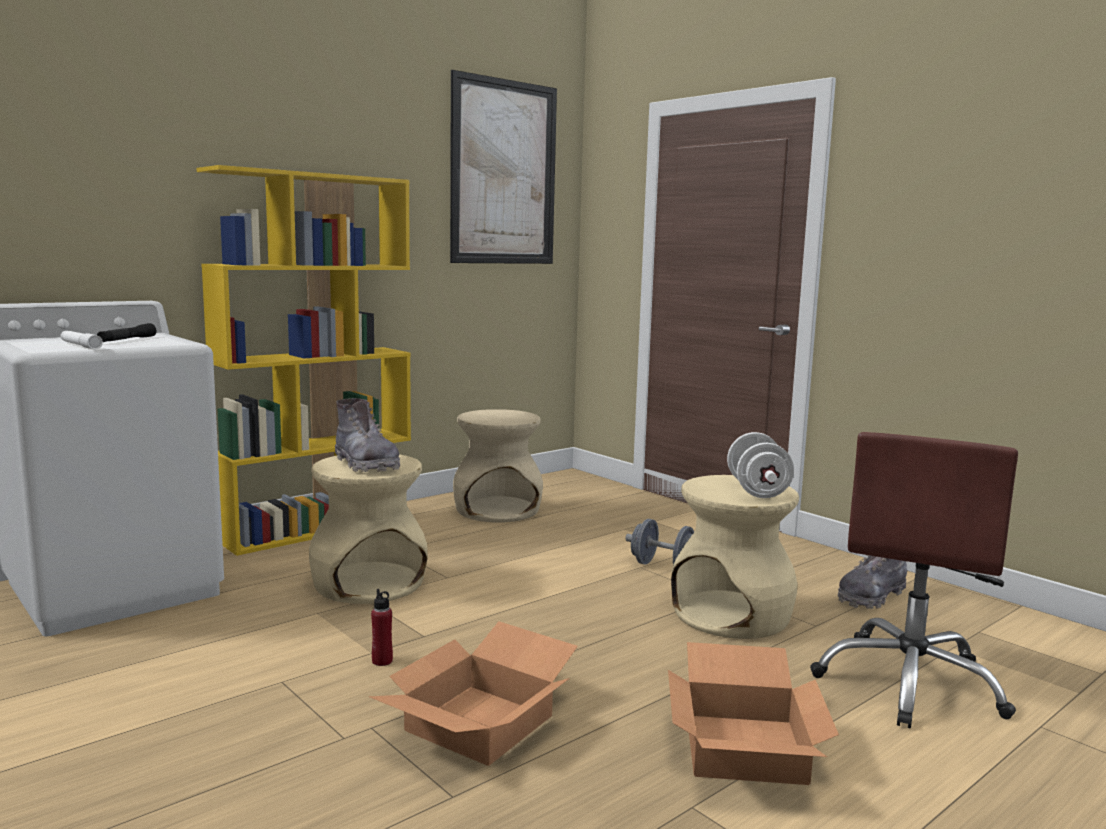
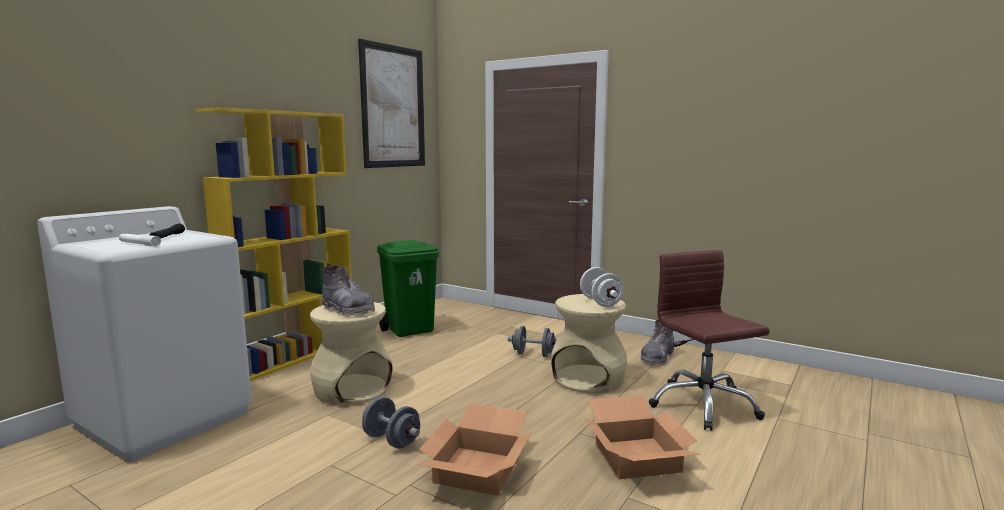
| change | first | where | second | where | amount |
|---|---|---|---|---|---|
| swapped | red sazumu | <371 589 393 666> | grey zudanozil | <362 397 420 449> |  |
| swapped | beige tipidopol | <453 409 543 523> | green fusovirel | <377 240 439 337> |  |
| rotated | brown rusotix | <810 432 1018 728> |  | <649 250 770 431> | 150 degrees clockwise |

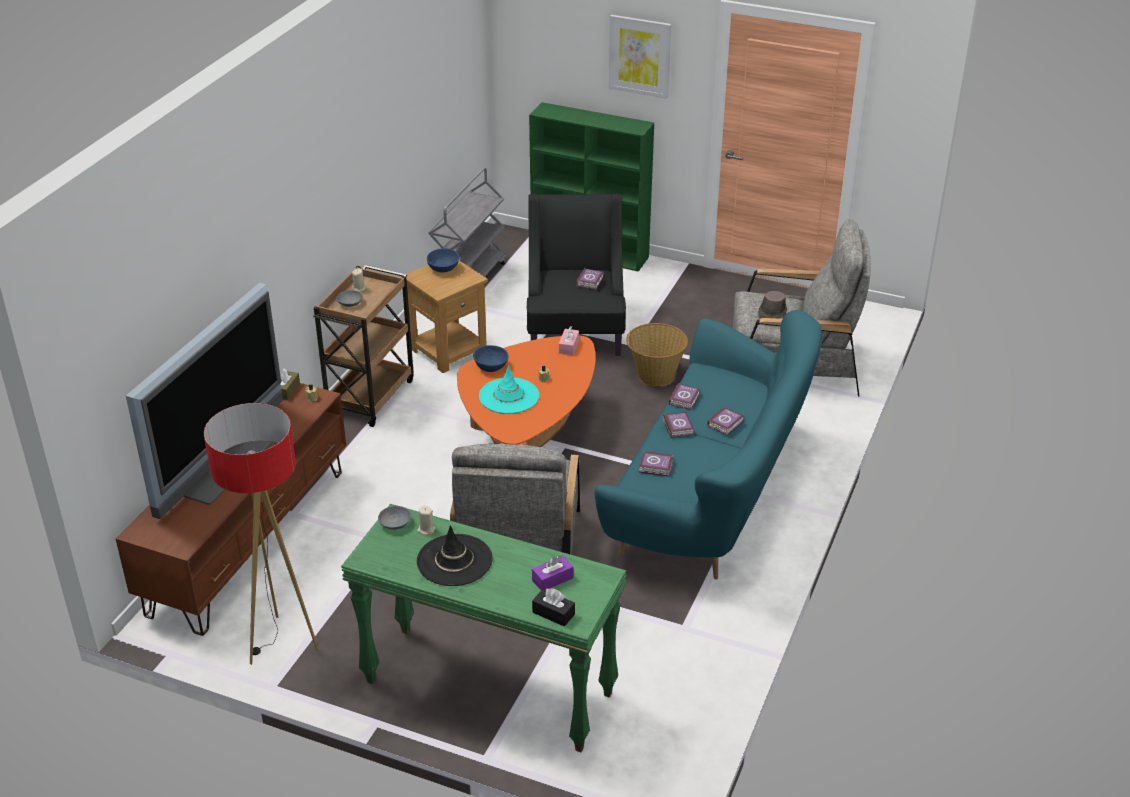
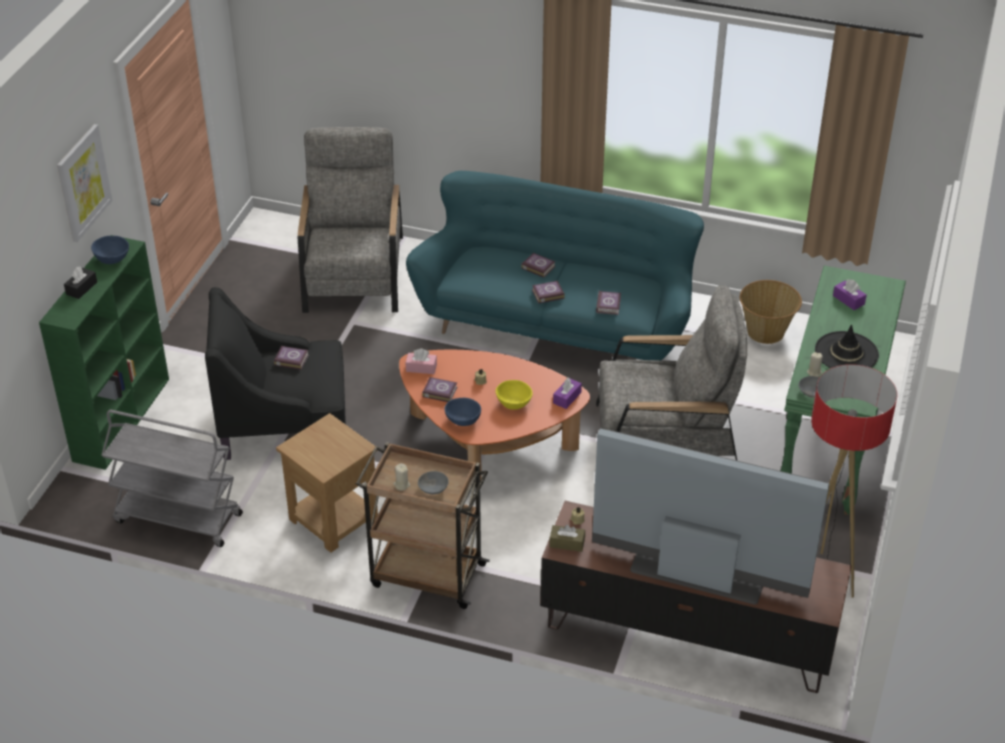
| change | first | where | second | where | amount |
|---|---|---|---|---|---|
| gone | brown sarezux | <758 291 787 319> |  |  |  |
| new |  |  | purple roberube | <553 377 582 409> |  |
| shifted | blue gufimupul | <427 248 459 272> |  | <91 236 129 264> |  |
| shifted | black roberube | <532 589 575 626> |  | <64 266 97 299> |  |
| shifted | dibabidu | <626 323 688 386> |  | <740 280 802 344> |  |
| shifted | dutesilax | <669 383 700 410> |  | <422 377 457 402> |  |
| swapped | turquoise sarezux | <479 365 539 414> | yellow gufimupul | <496 380 533 410> |  |

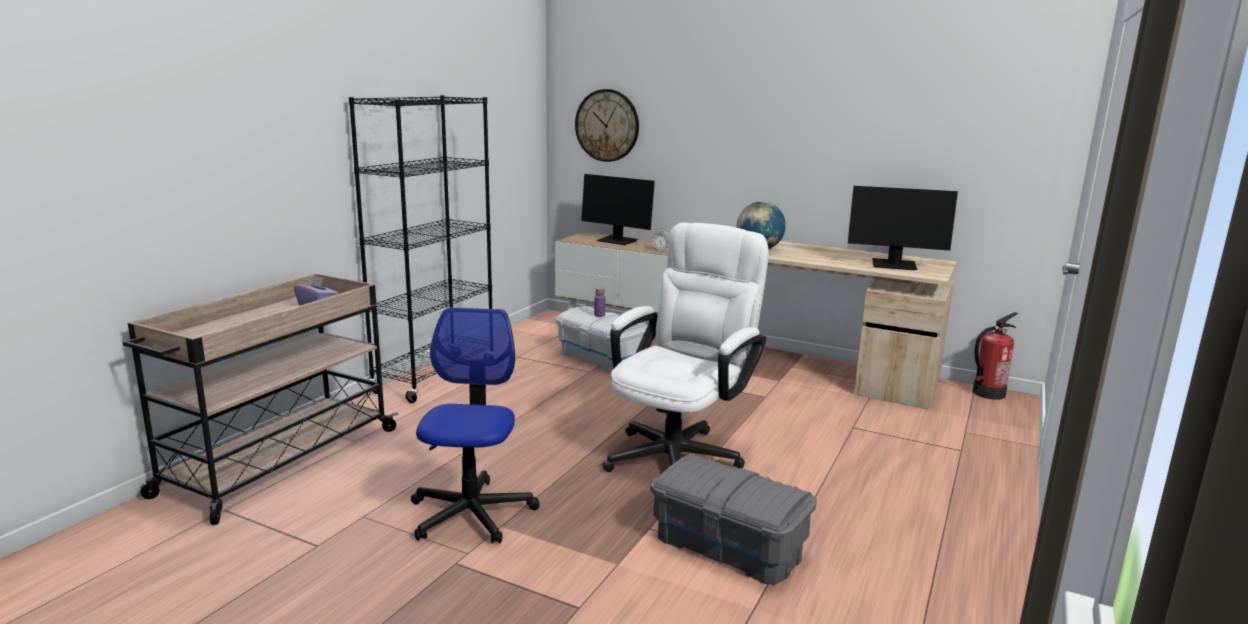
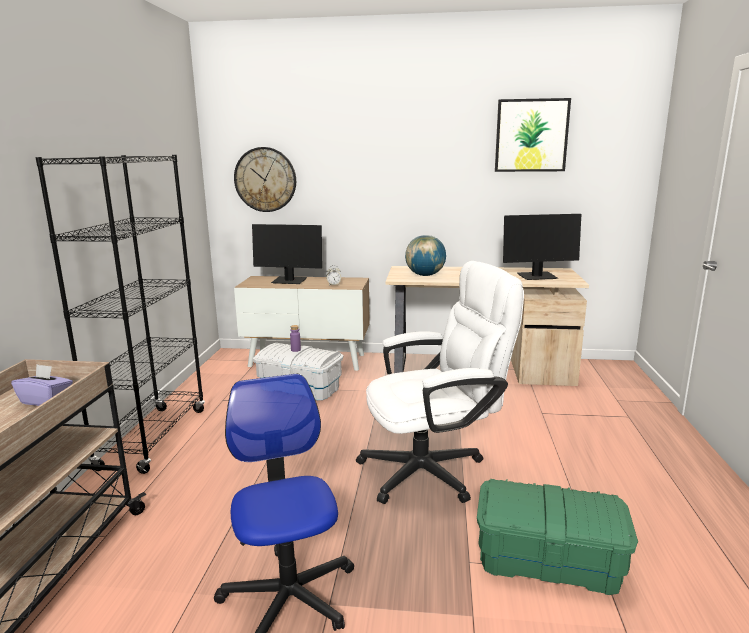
| change | first | where | second | where | amount |
|---|---|---|---|---|---|
| gone | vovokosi | <973 312 1018 400> |  |  |  |
| new |  |  | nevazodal | <495 98 571 172> |  |
| repainted | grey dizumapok | <650 454 817 585> | green dizumapok | <477 479 638 595> |  |
| rotated | white rusotix | <602 222 769 472> |  | <356 261 524 504> | 60 degrees clockwise |

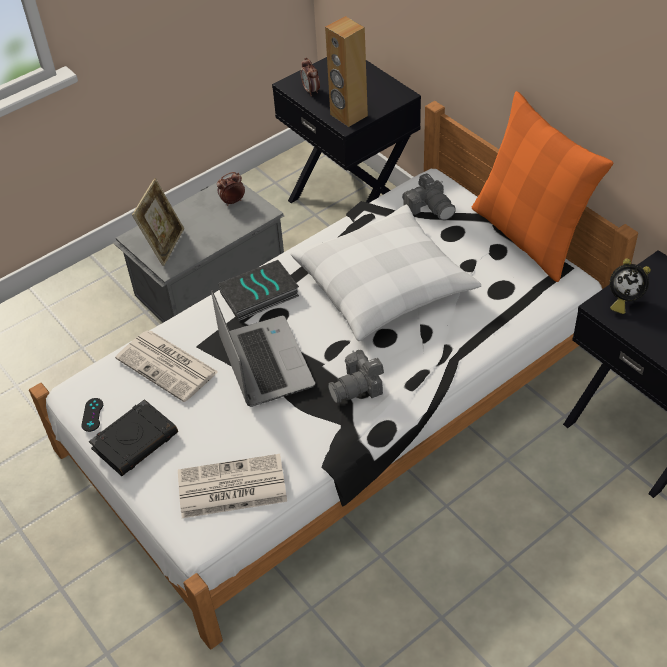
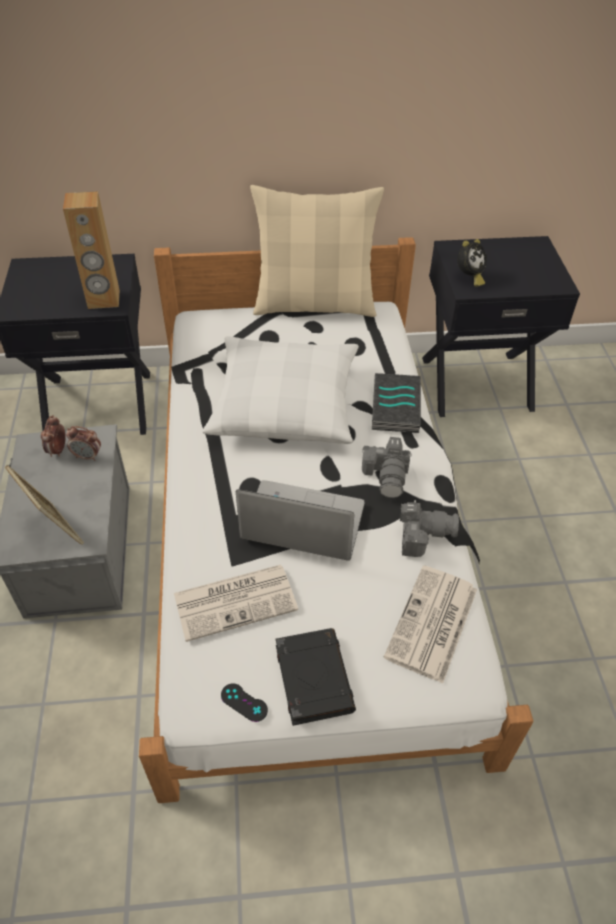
| change | first | where | second | where | amount |
|---|---|---|---|---|---|
| shifted | dutesilax | <218 260 299 321> |  | <372 373 421 433> |  |
| shifted | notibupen | <300 58 320 96> |  | <66 426 101 461> |  |
| shifted | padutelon | <402 173 456 220> |  | <400 500 459 557> |  |
| repainted | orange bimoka | <472 91 614 282> | beige bimoka | <250 185 384 317> |  |

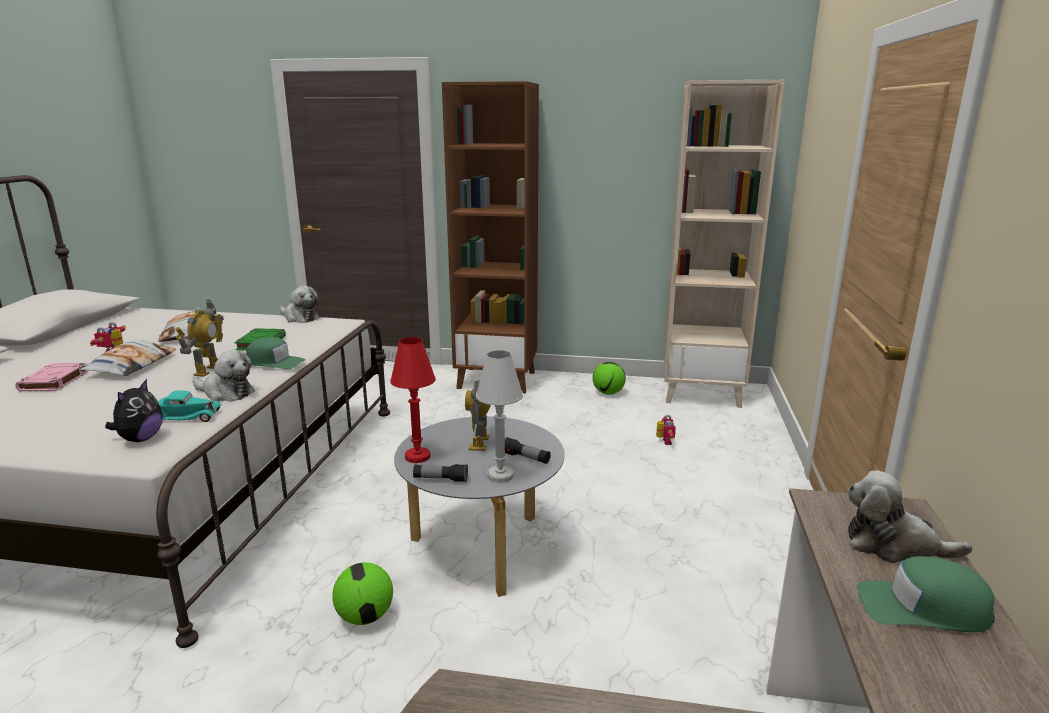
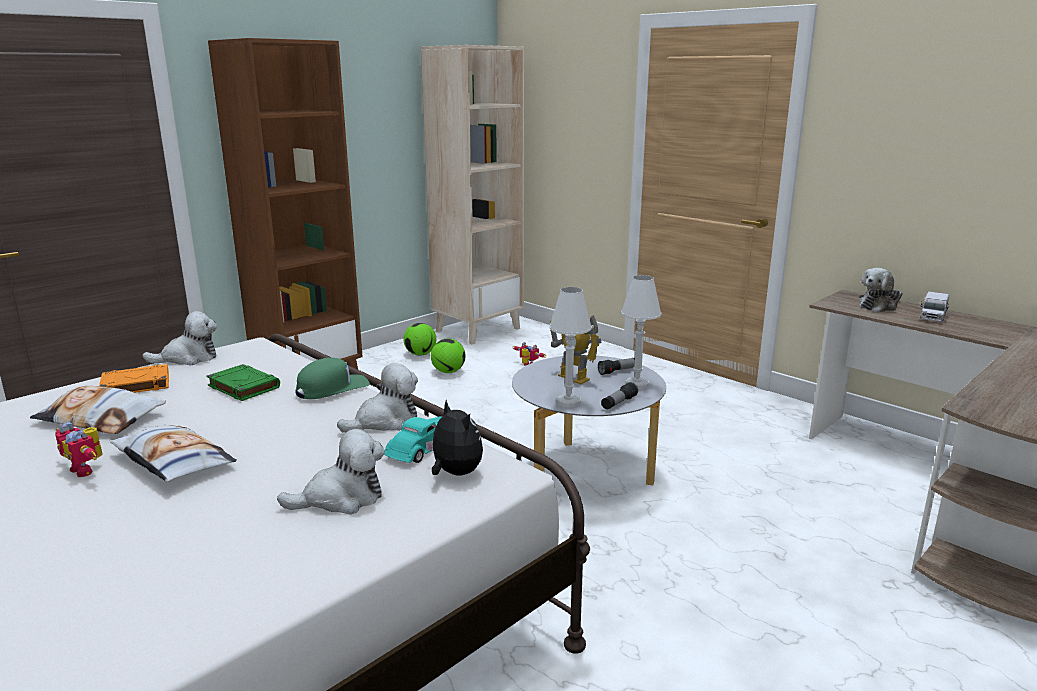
| change | first | where | second | where | amount |
|---|---|---|---|---|---|
| gone | pink dutesilax | <15 363 88 391> |  |  |  |
| gone | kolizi | <176 300 224 377> |  |  |  |
| new |  |  | orange dutesilax | <99 364 169 393> |  |
| new |  |  | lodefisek | <277 429 385 515> |  |
| shifted | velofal | <332 562 393 625> |  | <431 338 466 373> |  |
| swapped | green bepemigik | <857 556 995 632> | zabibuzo | <920 292 949 322> |  |
| repainted | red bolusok | <390 337 436 463> | white bolusok | <549 287 592 408> |  |

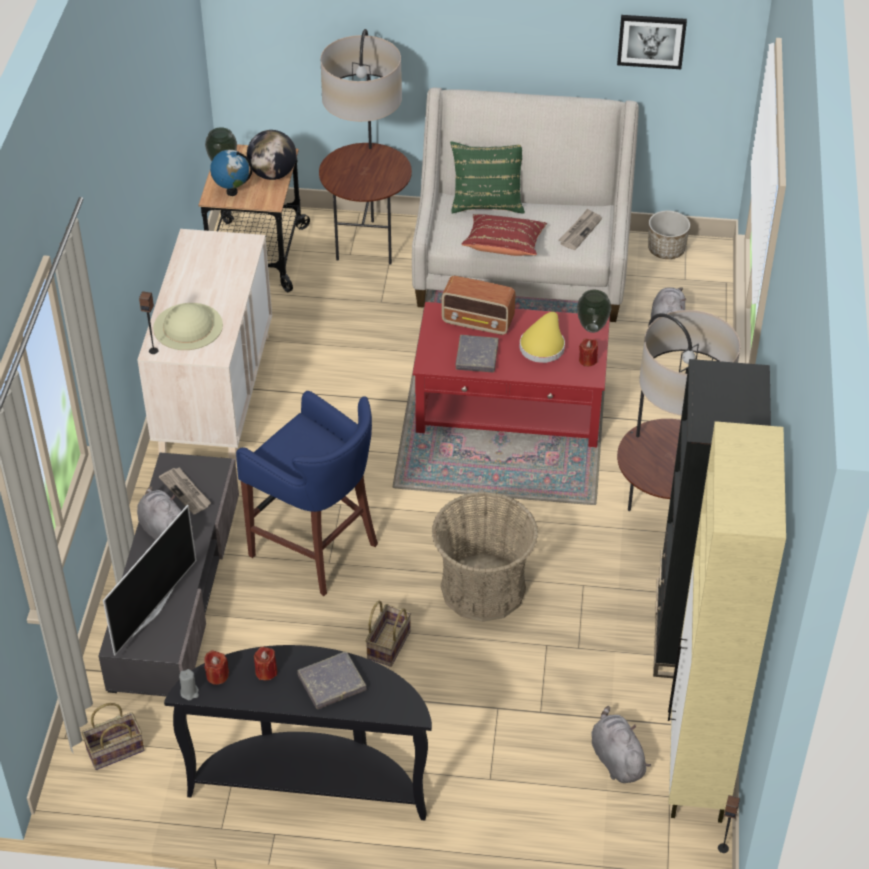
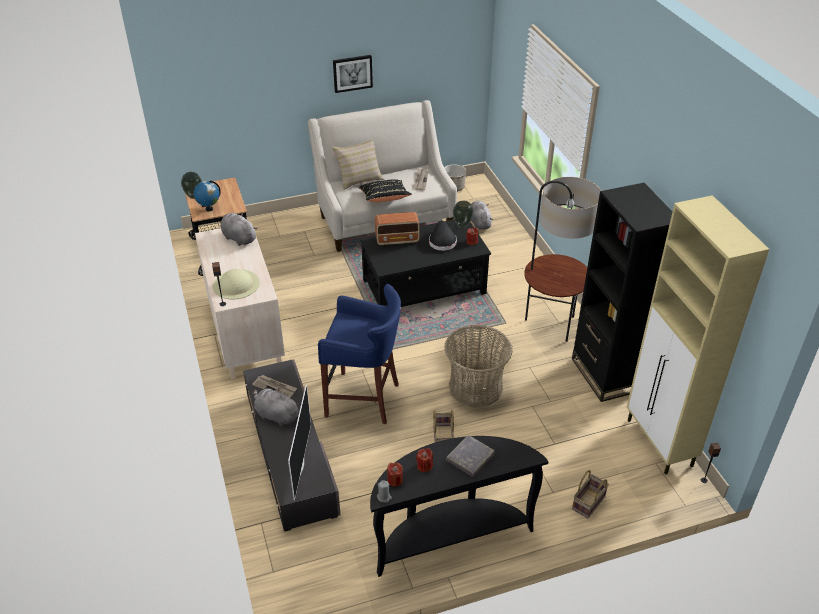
| change | first | where | second | where | amount |
|---|---|---|---|---|---|
| gone | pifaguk | <247 130 296 180> |  |  |  |
| gone | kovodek | <319 29 412 265> |  |  |  |
| gone | grey dutesilax | <455 335 499 372> |  |  |  |
| shifted | dibabidu | <82 703 144 770> |  | <572 470 609 518> |  |
| shifted | grey lodefisek | <592 706 651 783> |  | <220 213 258 246> |  |
| shifted | nevazodal | <617 15 687 69> |  | <333 55 373 93> |  |
| repainted | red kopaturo | <413 302 610 447> | black kopaturo | <360 220 491 307> |  |
| repainted | green bimoka | <450 141 525 214> | beige bimoka | <332 140 385 190> |  |
| repainted | red bimoka | <461 214 547 256> | black bimoka | <358 179 412 203> |  |
| repainted | yellow sarezux | <519 312 565 363> | black sarezux | <429 221 457 251> |  |

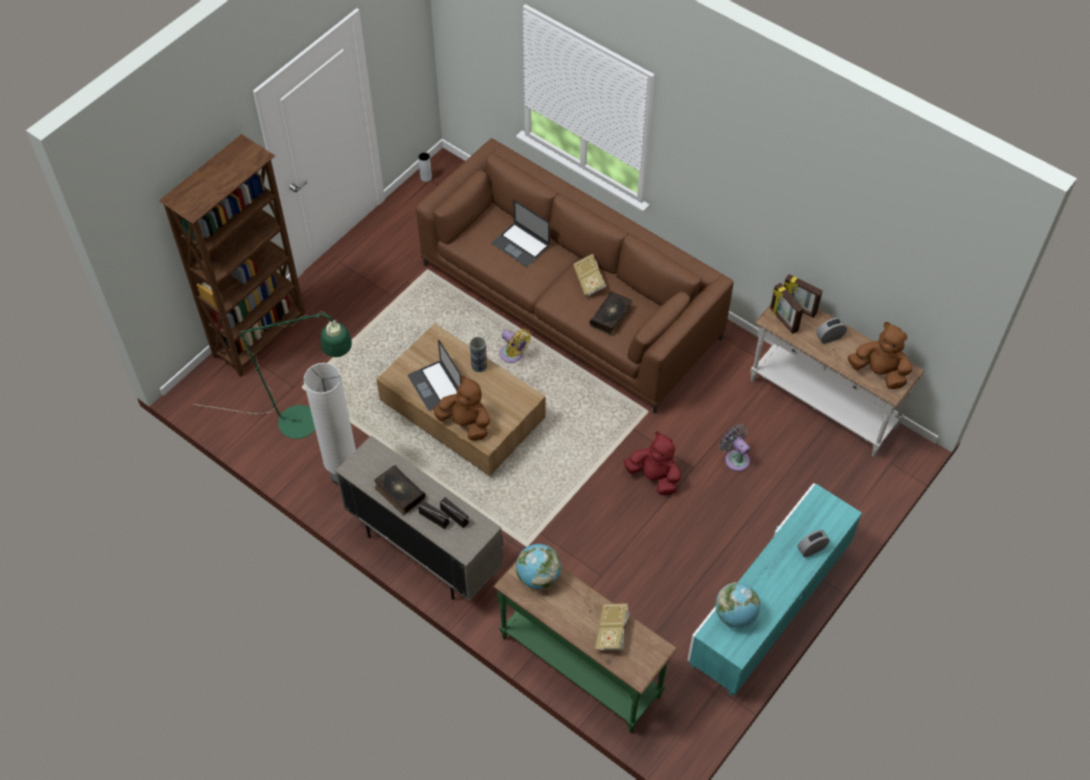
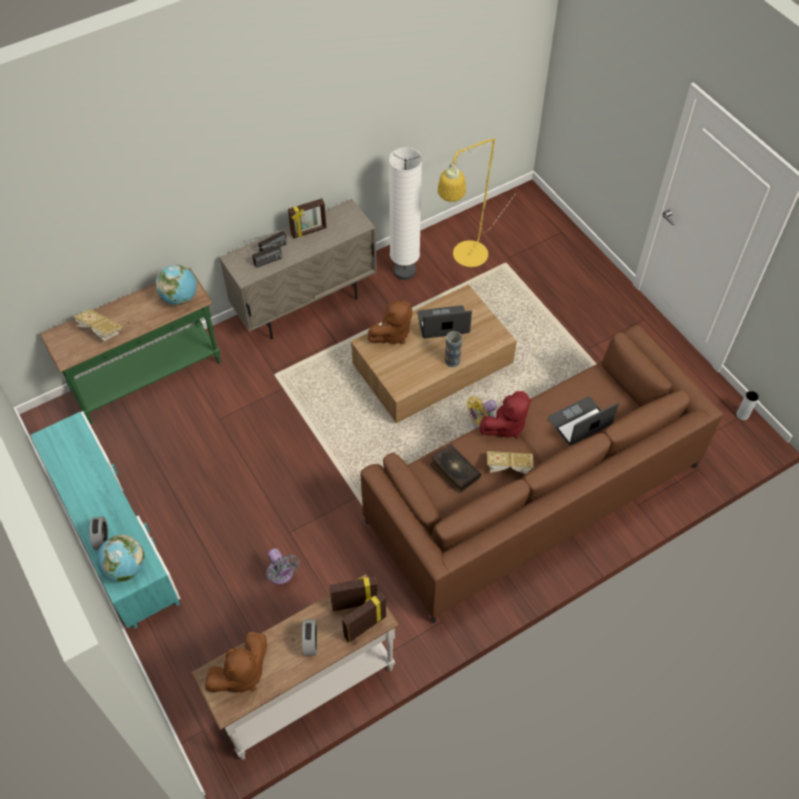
| change | first | where | second | where | amount |
|---|---|---|---|---|---|
| gone | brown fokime | <159 134 306 377> |  |  |  |
| shifted | red lodefisek | <624 431 681 495> |  | <480 391 532 438> |  |
| shifted | pifaguk | <715 582 760 628> |  | <97 535 145 582> |  |
| swapped | dutesilax | <374 465 426 515> | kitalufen | <288 198 327 239> |  |
| repainted | green kovodek | <193 312 352 439> | yellow kovodek | <438 138 515 267> |  |
| rotated | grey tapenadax | <719 424 750 472> |  | <266 548 300 585> | 75 degrees clockwise |

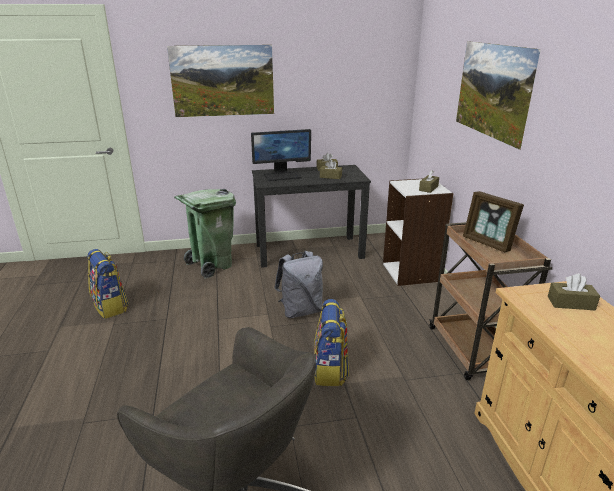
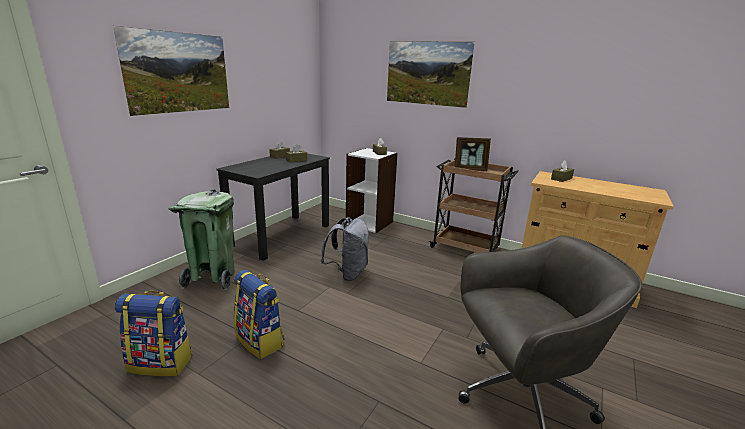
| change | first | where | second | where | amount |
|---|---|---|---|---|---|
| gone | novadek | <251 129 311 181> |  |  |  |
| shifted | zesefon | <314 299 349 386> |  | <234 270 284 359> |  |

